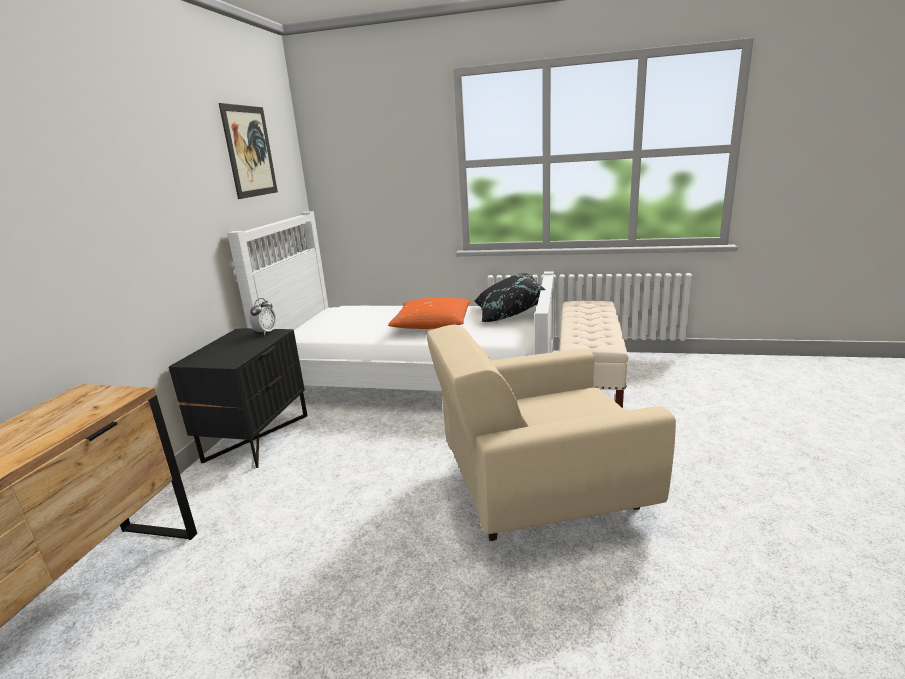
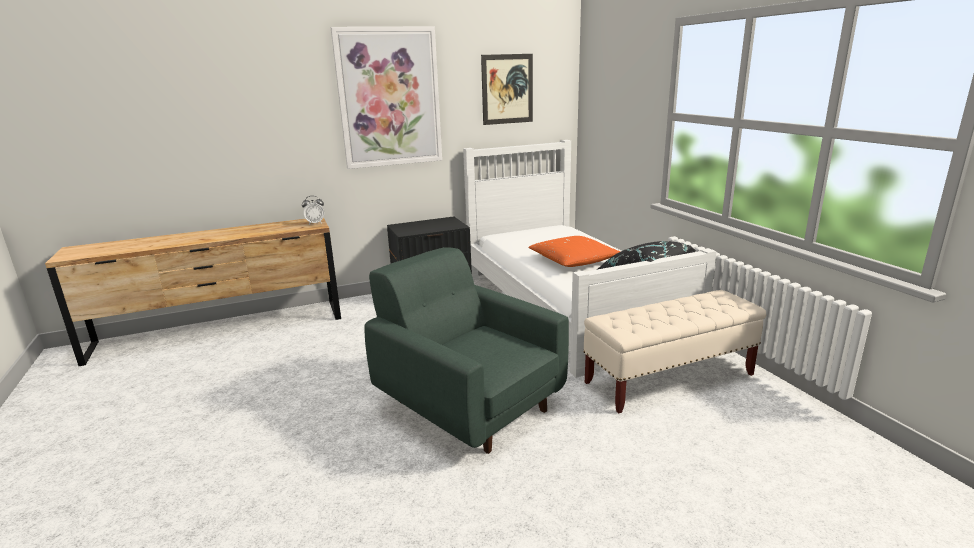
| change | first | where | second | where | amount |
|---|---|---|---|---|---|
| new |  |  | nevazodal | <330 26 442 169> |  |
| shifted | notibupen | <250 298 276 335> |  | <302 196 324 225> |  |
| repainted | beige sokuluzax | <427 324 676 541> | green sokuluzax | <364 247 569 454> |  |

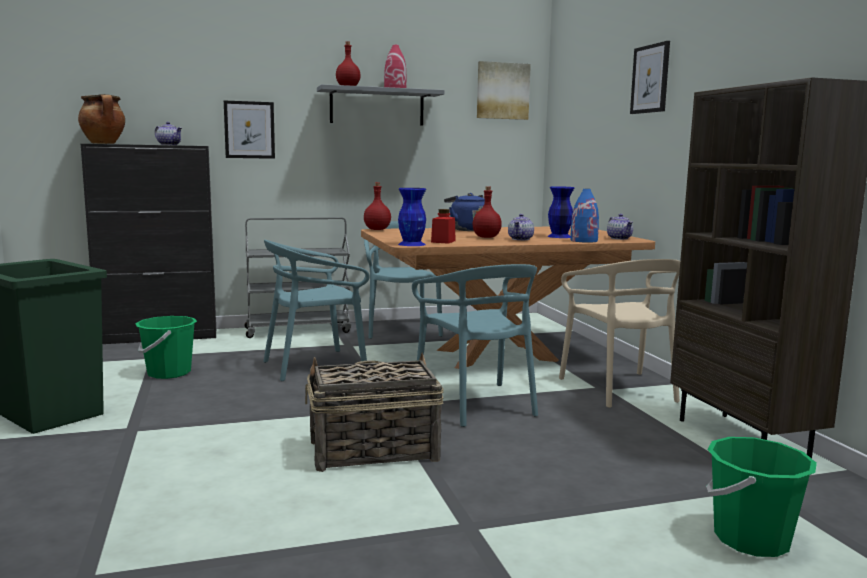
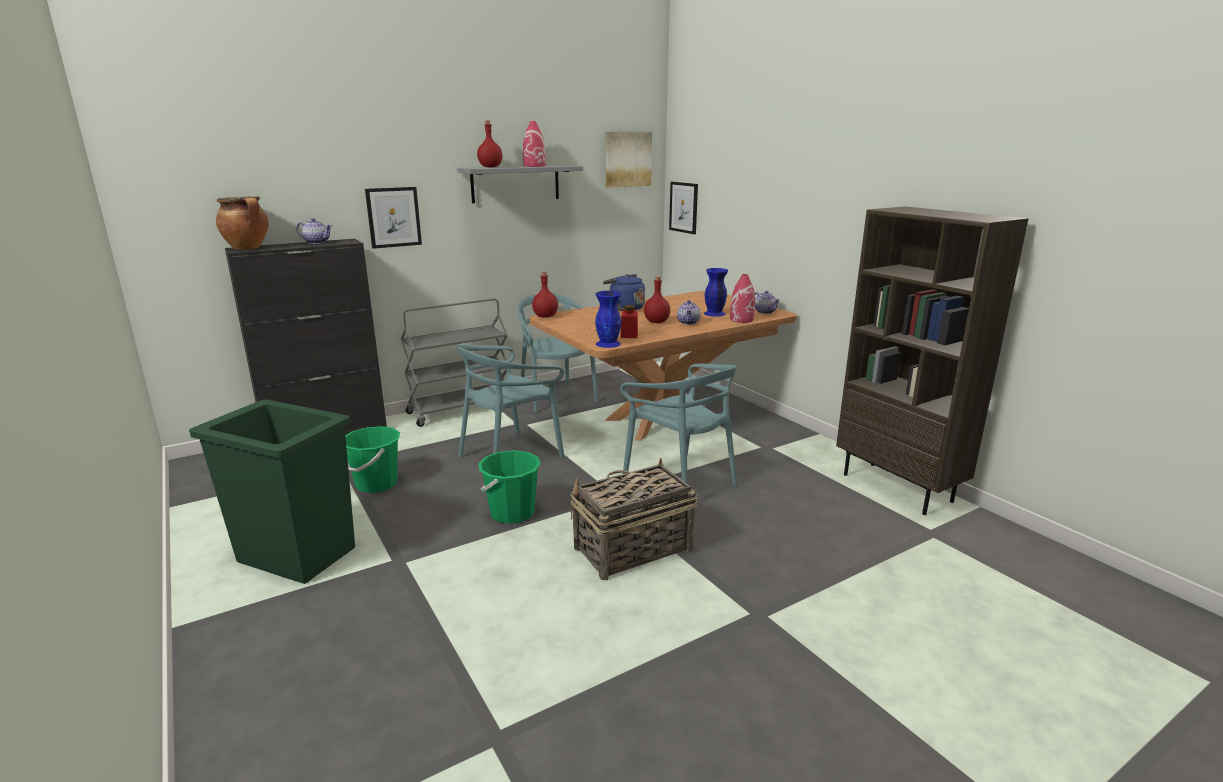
| change | first | where | second | where | amount |
|---|---|---|---|---|---|
| gone | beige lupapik | <559 259 680 408> |  |  |  |
| shifted | nevazodal | <630 41 670 114> |  | <669 182 698 234> |  |
| shifted | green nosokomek | <706 437 817 557> |  | <478 450 541 524> |  |
| repainted | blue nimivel | <570 189 599 243> | red nimivel | <730 274 755 323> |  |

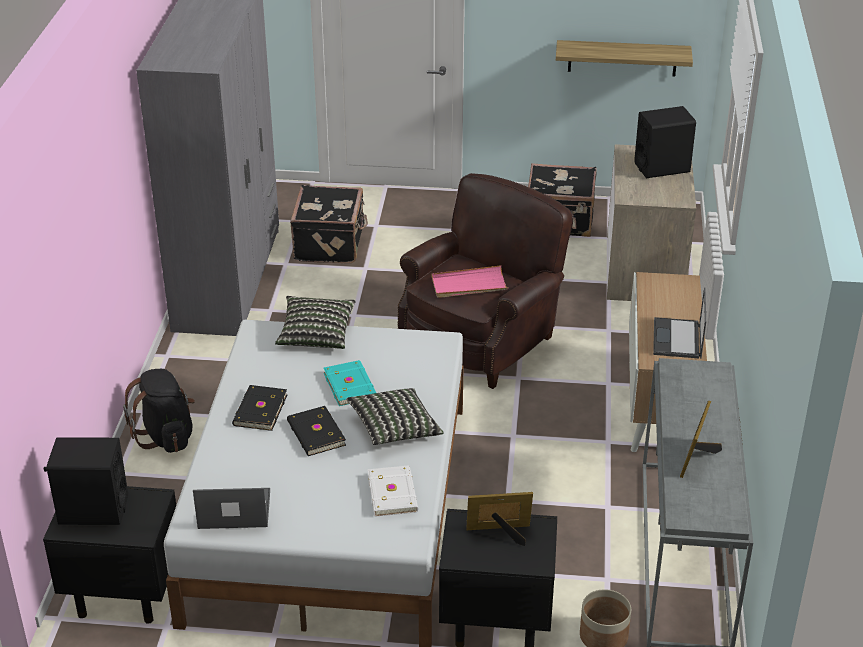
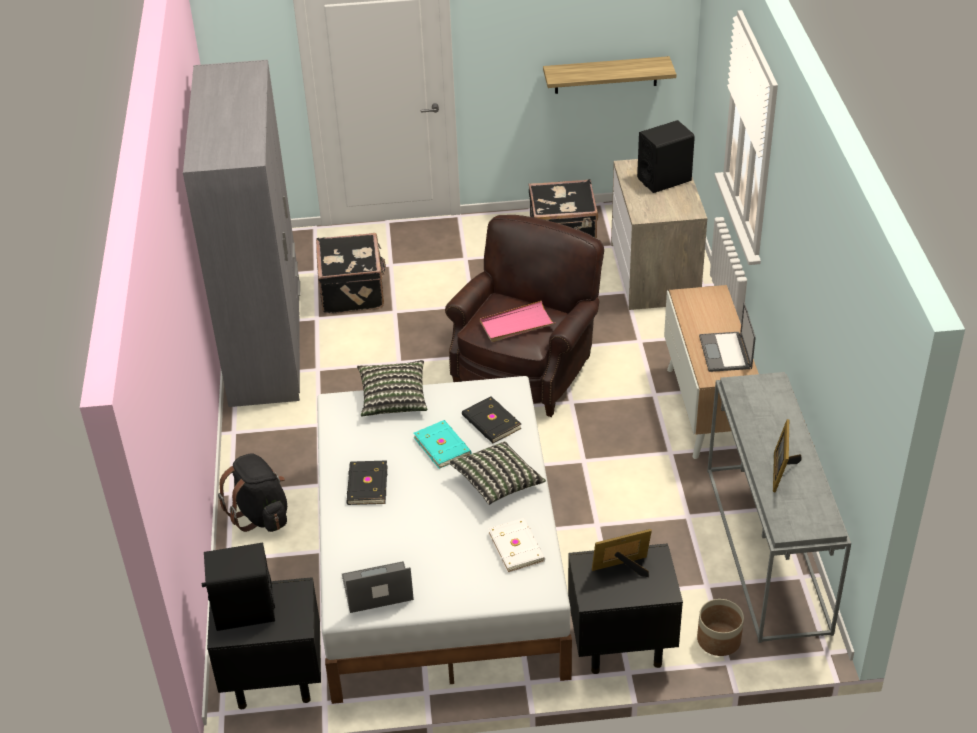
| change | first | where | second | where | amount |
|---|---|---|---|---|---|
| shifted | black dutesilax | <287 406 346 456> |  | <462 396 522 443> |  |

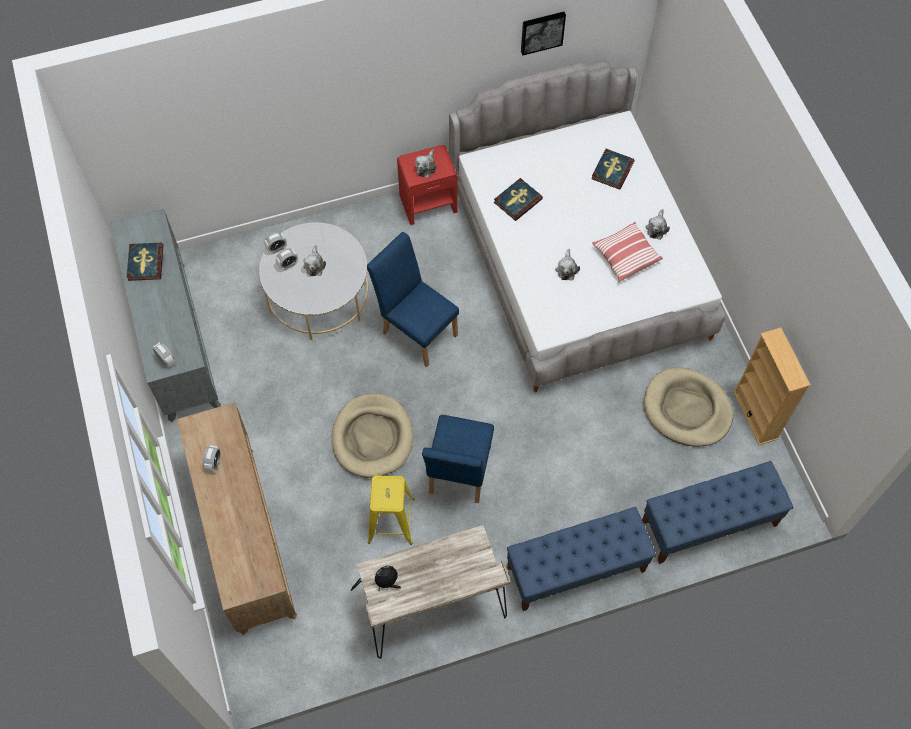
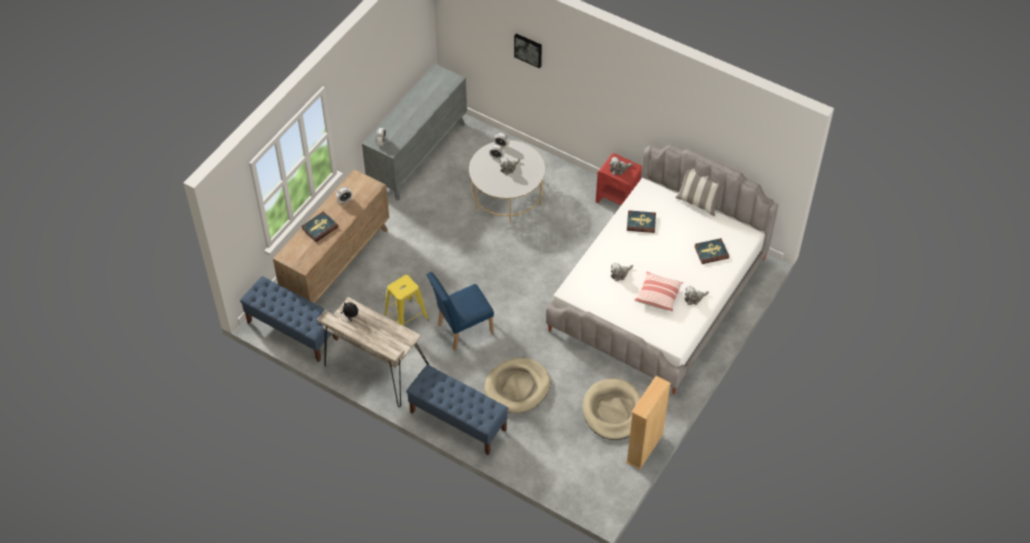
| change | first | where | second | where | amount |
|---|---|---|---|---|---|
| gone | blue lupapik | <367 232 459 367> |  |  |  |
| new |  |  | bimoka | <675 168 725 216> |  |
| shifted | dutesilax | <127 243 163 281> |  | <301 211 339 242> |  |
| shifted | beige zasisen | <332 394 413 478> |  | <484 358 551 413> |  |
| shifted | nevazodal | <521 12 566 56> |  | <514 34 542 68> |  |
| shifted | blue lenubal | <642 461 794 564> |  | <240 276 338 362> |  |

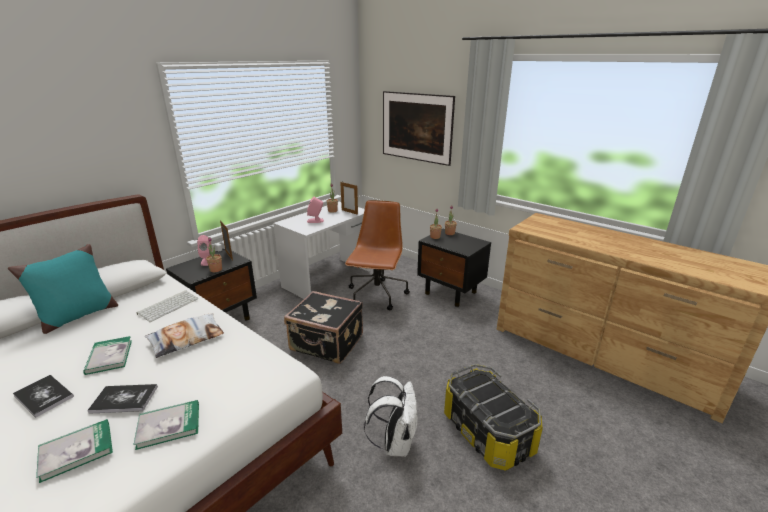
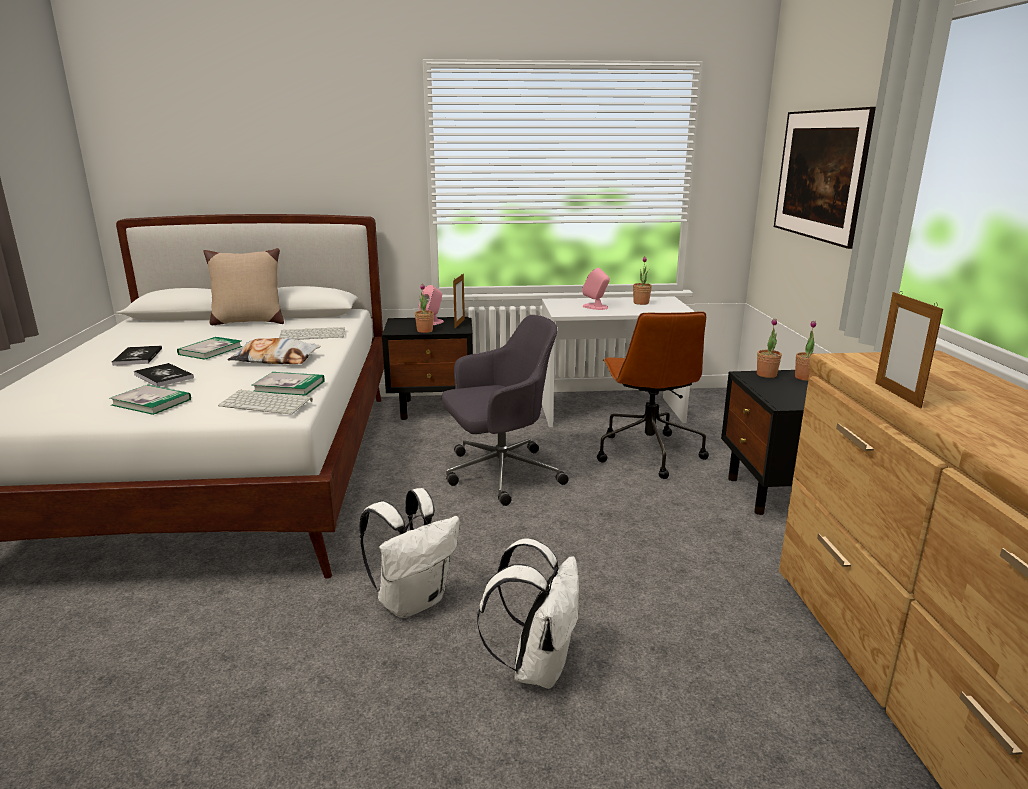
| change | first | where | second | where | amount |
|---|---|---|---|---|---|
| new |  |  | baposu | <218 390 313 415> |  |
| shifted | dutesilax | <36 419 113 483> |  | <252 372 325 396> |  |
| shifted | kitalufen | <340 182 358 215> |  | <875 292 943 409> |  |
| swapped | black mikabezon | <284 291 363 364> | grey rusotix | <442 315 569 506> |  |
| swapped | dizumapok | <444 364 543 471> | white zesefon | <477 538 579 689> |  |
| repainted | turquoise bimoka | <8 244 118 334> | beige bimoka | <203 248 284 325> |  |
| rotated | brown rusotix | <345 200 410 310> |  | <597 311 709 479> | 120 degrees clockwise |

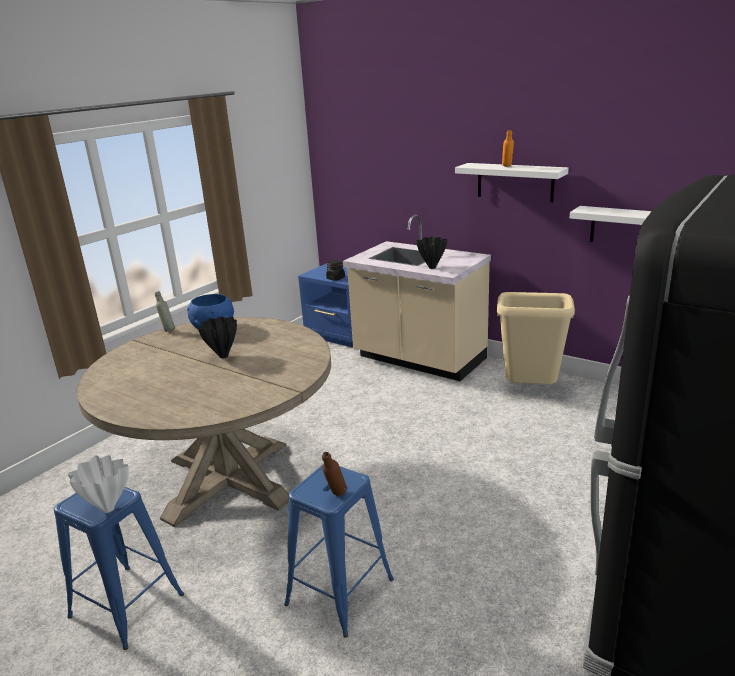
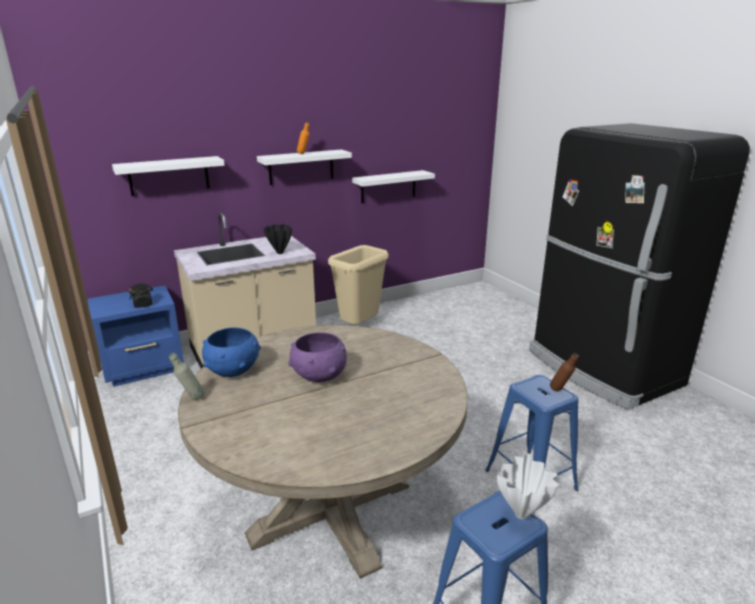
| change | first | where | second | where | amount |
|---|---|---|---|---|---|
| new |  |  | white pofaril | <112 156 225 196> |  |
| swapped | black nimivel | <198 317 237 358> | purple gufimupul | <288 332 347 382> |  |

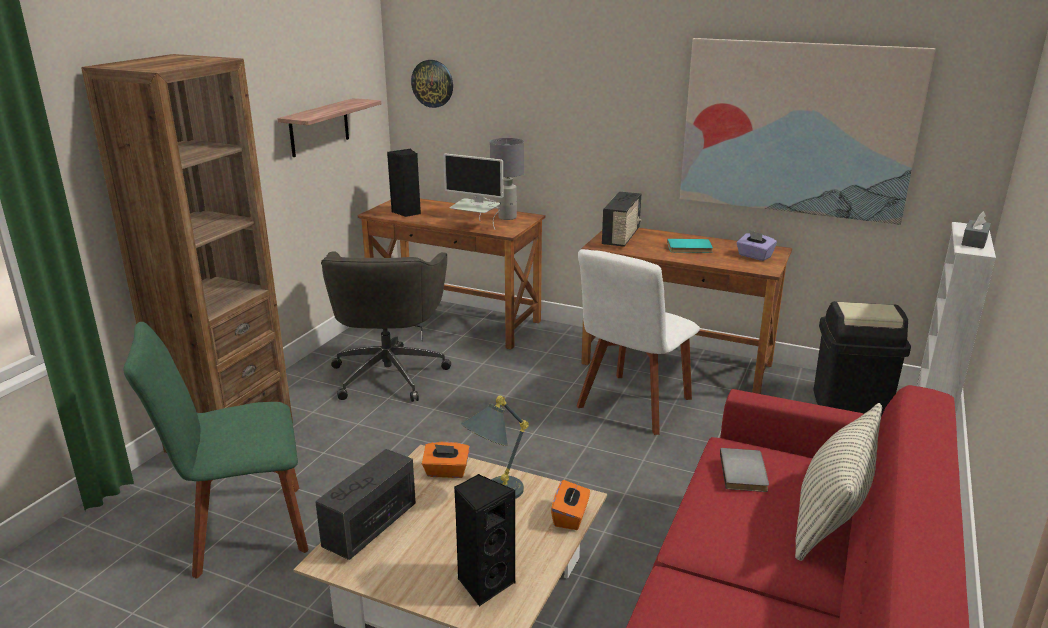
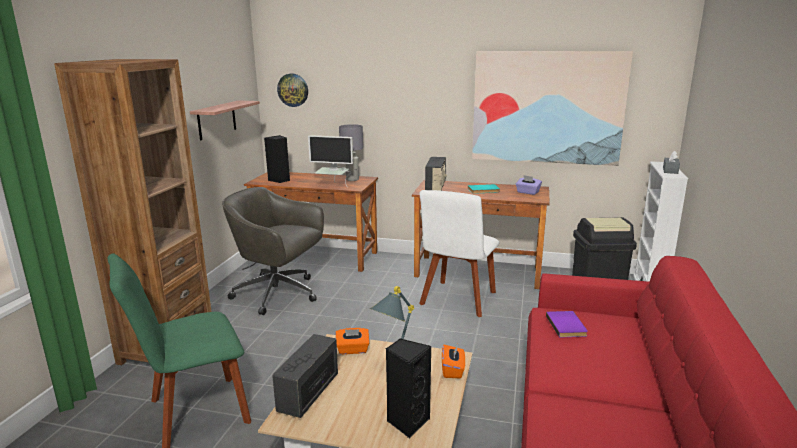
| change | first | where | second | where | amount |
|---|---|---|---|---|---|
| gone | bimoka | <795 403 882 561> |  |  |  |
| repainted | grey dutesilax | <720 448 769 492> | purple dutesilax | <546 311 588 337> |  |
| rotated | grey rusotix | <321 251 451 402> |  | <222 187 324 315> | 120 degrees clockwise |

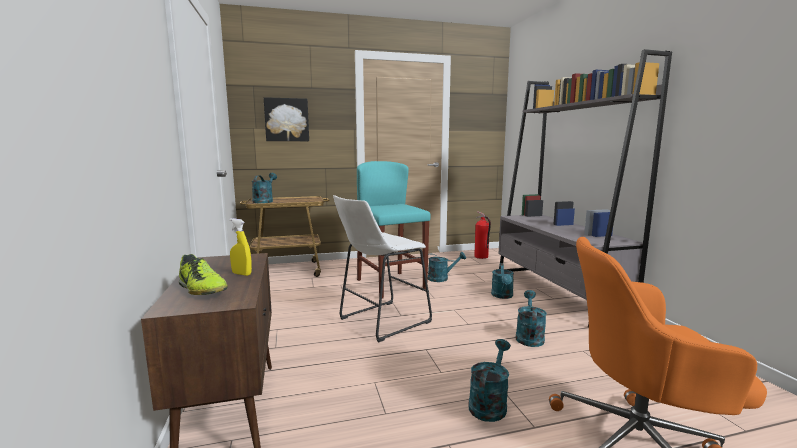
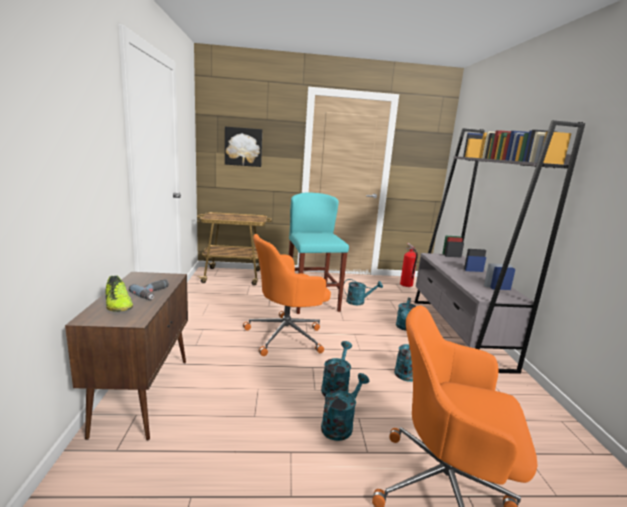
| change | first | where | second | where | amount |
|---|---|---|---|---|---|
| shifted | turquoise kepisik | <252 173 277 203> |  | <321 341 352 397> |  |
| swapped | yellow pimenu | <230 218 252 276> | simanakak | <129 279 169 300> |  |
| swapped | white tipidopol | <333 195 432 342> | orange rusotix | <243 234 331 356> |  |

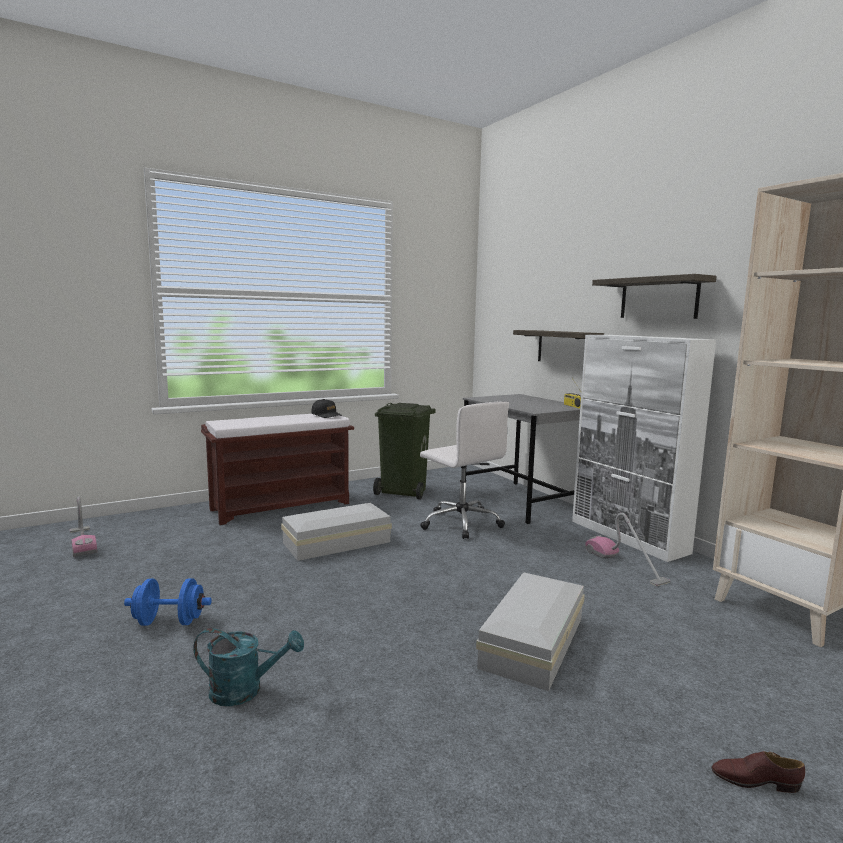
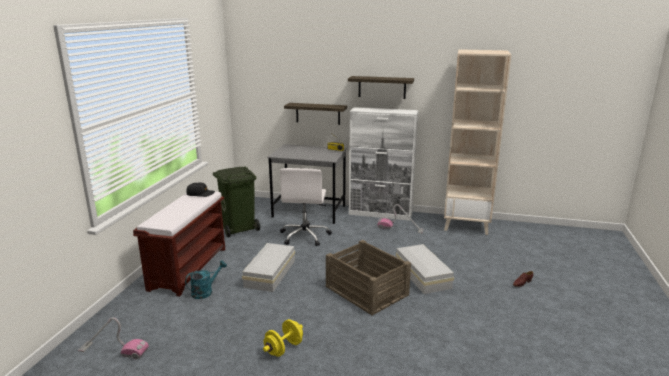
| change | first | where | second | where | amount |
|---|---|---|---|---|---|
| new |  |  | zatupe | <325 240 411 315> |  |
| shifted | turquoise kepisik | <193 628 304 706> |  | <185 260 227 299> |  |
| repainted | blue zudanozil | <124 578 212 626> | yellow zudanozil | <263 319 303 357> |  |
| rotated | white rusotix | <420 401 509 539> |  | <280 168 332 246> | 90 degrees clockwise |

